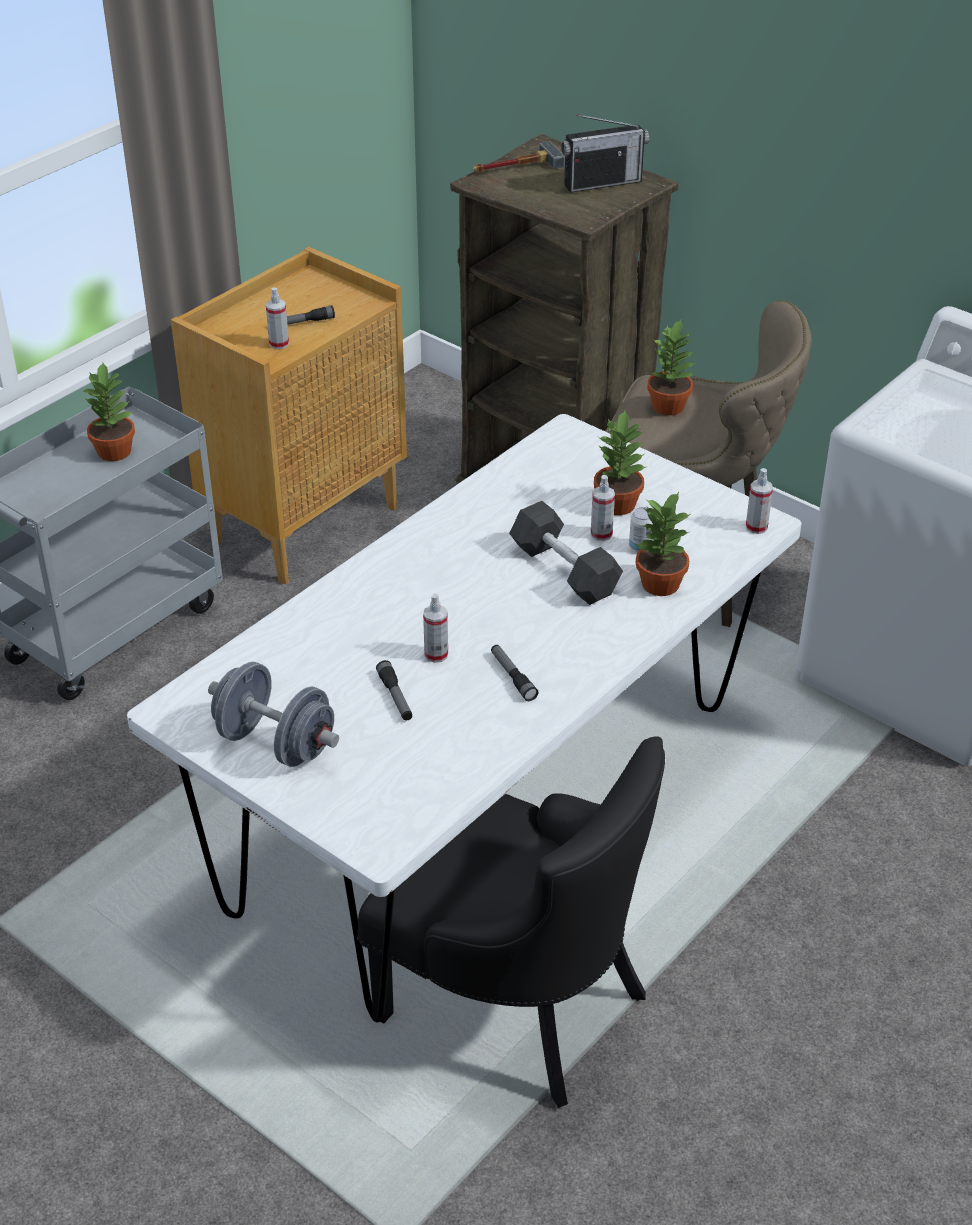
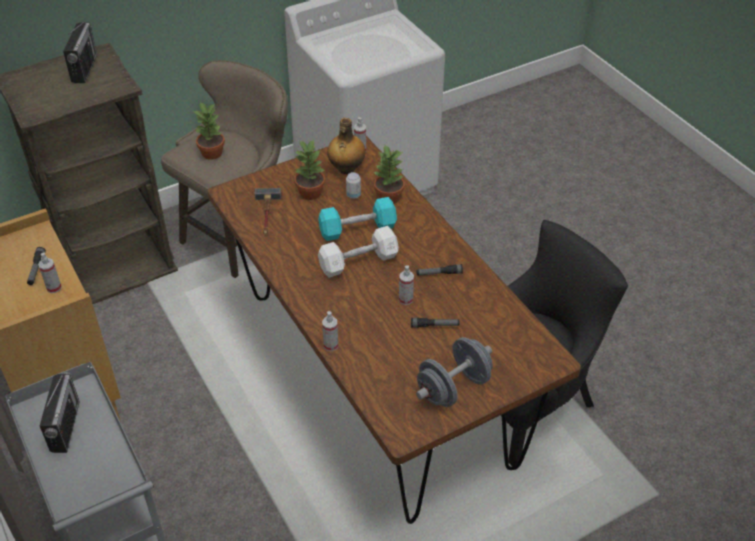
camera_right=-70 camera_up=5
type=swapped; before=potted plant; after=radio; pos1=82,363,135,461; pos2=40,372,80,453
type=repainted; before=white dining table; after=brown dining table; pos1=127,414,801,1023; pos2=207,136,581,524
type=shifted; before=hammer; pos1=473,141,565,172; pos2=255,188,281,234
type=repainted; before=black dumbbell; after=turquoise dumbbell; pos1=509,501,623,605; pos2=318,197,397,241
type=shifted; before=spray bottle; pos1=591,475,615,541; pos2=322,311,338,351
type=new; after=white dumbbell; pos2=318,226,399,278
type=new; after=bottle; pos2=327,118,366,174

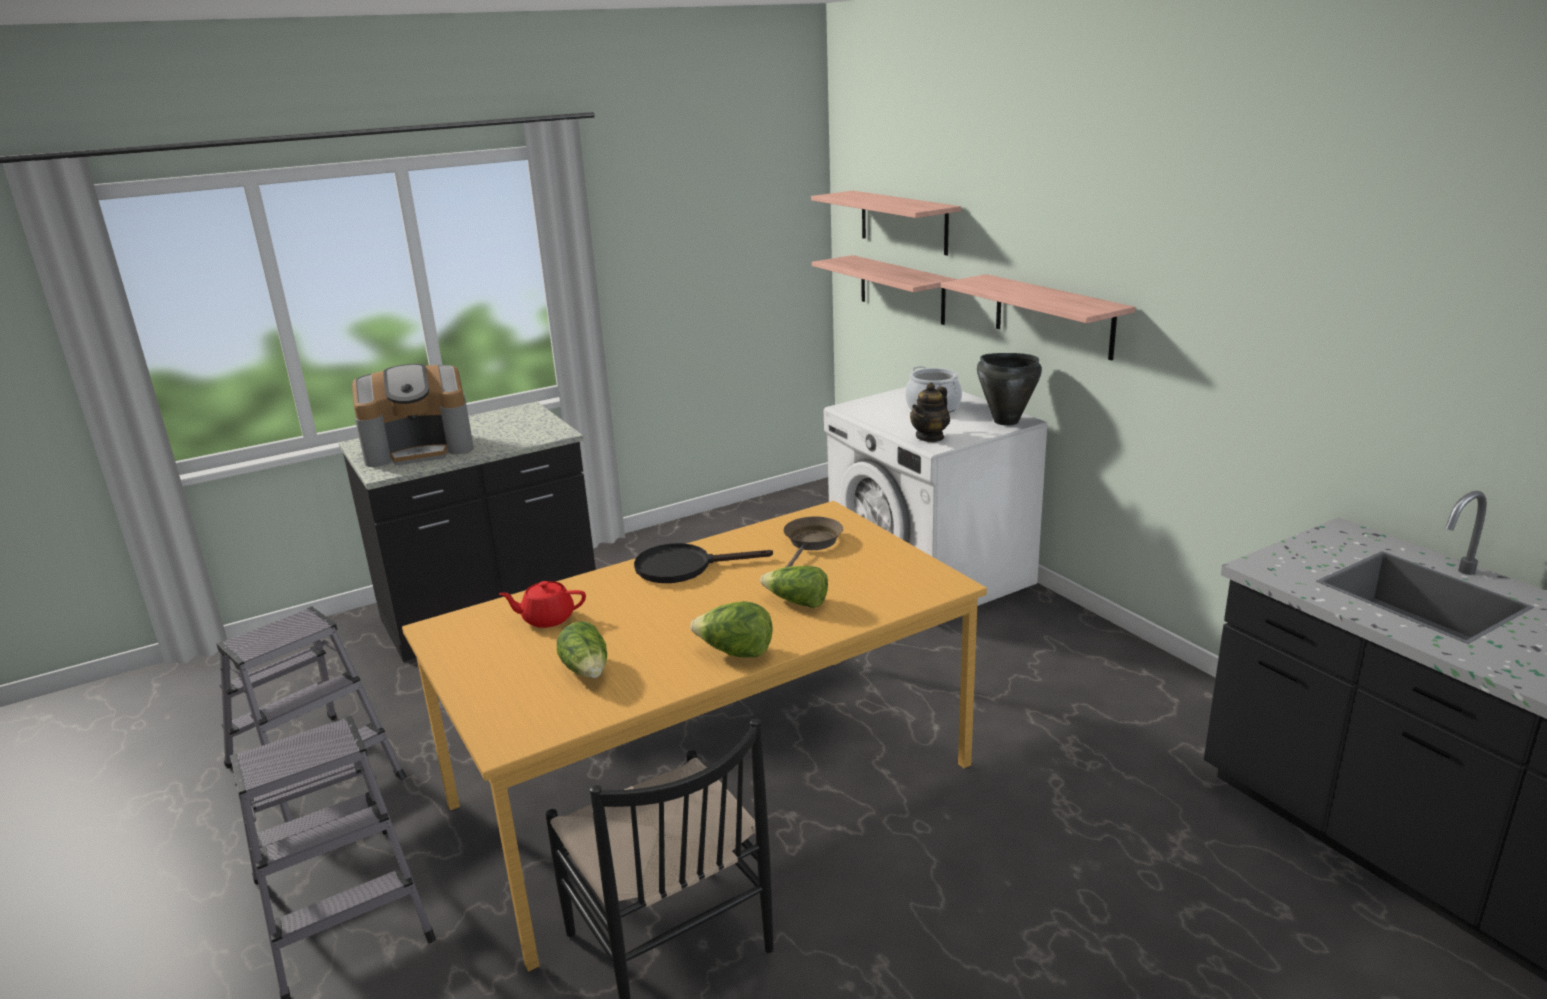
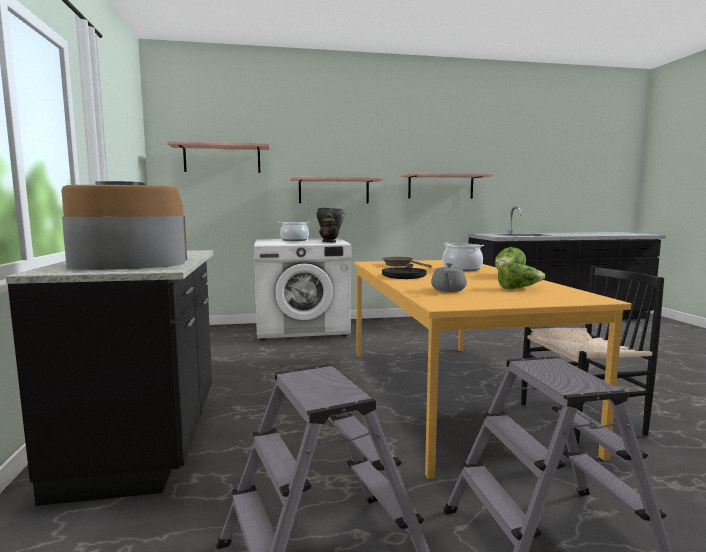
camera_right=-70 camera_up=-15
type=rotated; before=coffee machine; pos1=352,364,474,467; pos2=61,181,187,270; turn=-105
type=repainted; before=red teapot; after=grey teapot; pos1=499,581,586,628; pos2=431,263,467,292
type=swapped; before=lettuce; after=cooking pot; pos1=760,566,828,608; pos2=442,243,484,272
type=shifted; before=shelf; pos1=812,255,957,325; pos2=400,173,493,199

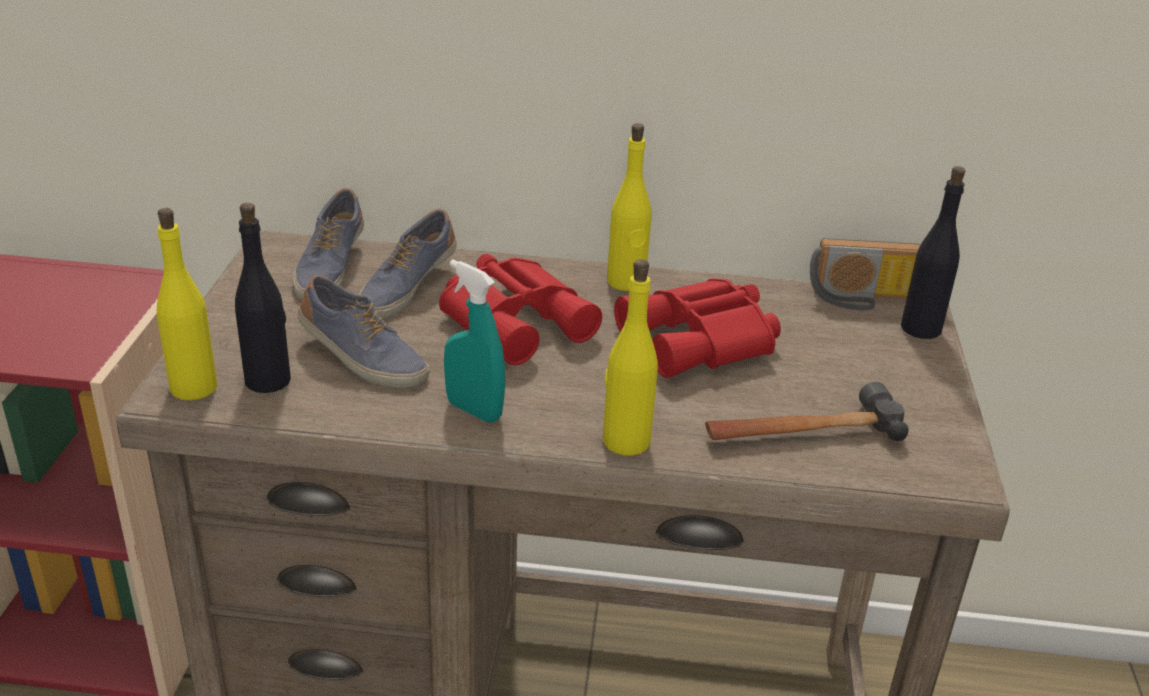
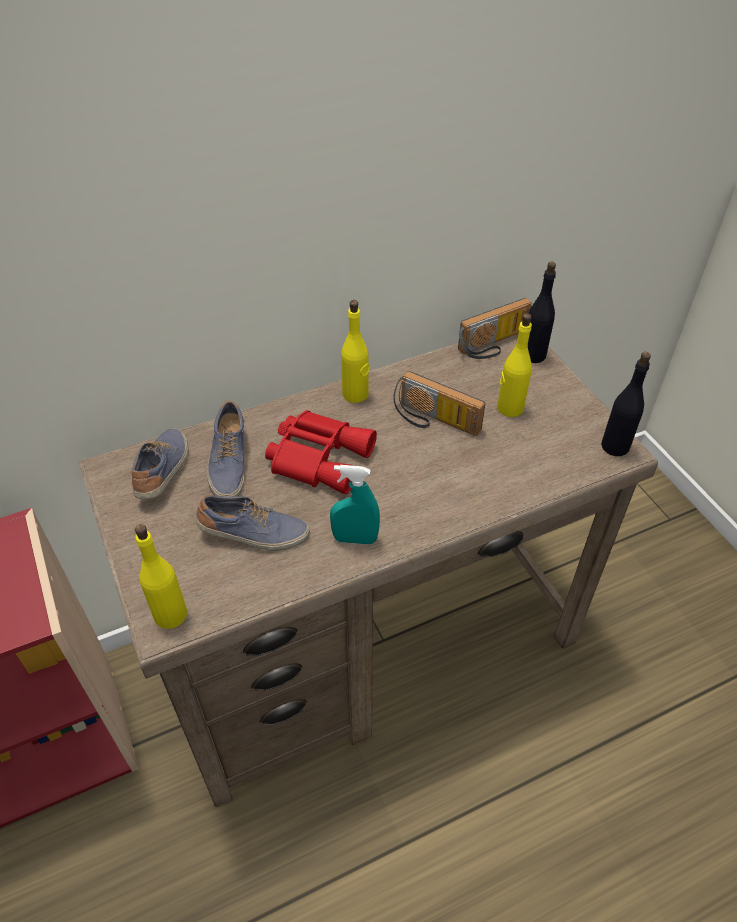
camera_right=-30 camera_up=15
type=shifted; before=black bottle; pos1=235,203,291,393; pos2=601,352,651,456
type=rotated; before=shoe; pos1=293,188,364,299; pos2=131,428,189,499; turn=-150
type=shifted; before=yellow bottle; pos1=603,259,658,455; pos2=497,313,532,417
type=swapped; before=red binoculars; after=radio; pos1=614,278,781,378; pos2=393,371,485,436
type=gone; before=hammer; pos1=705,382,908,441

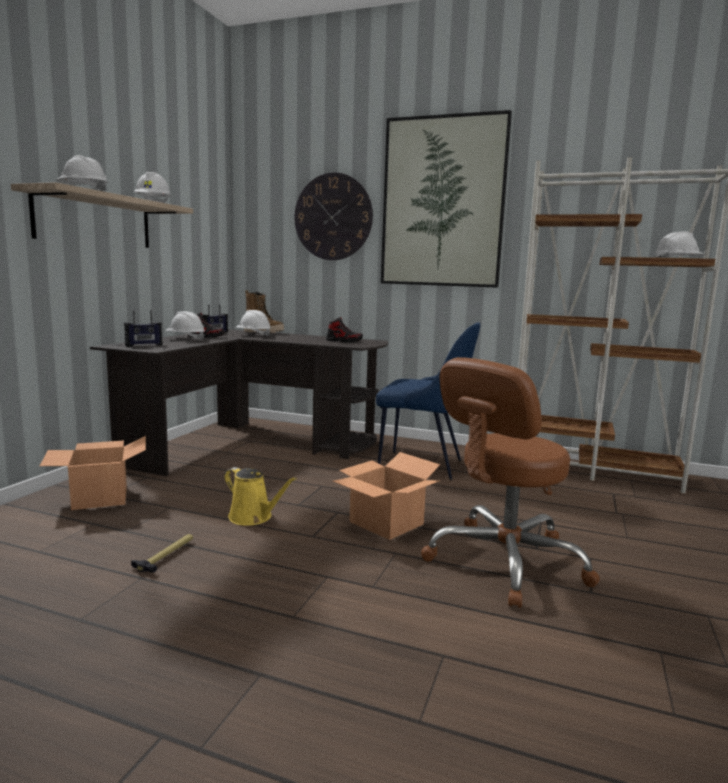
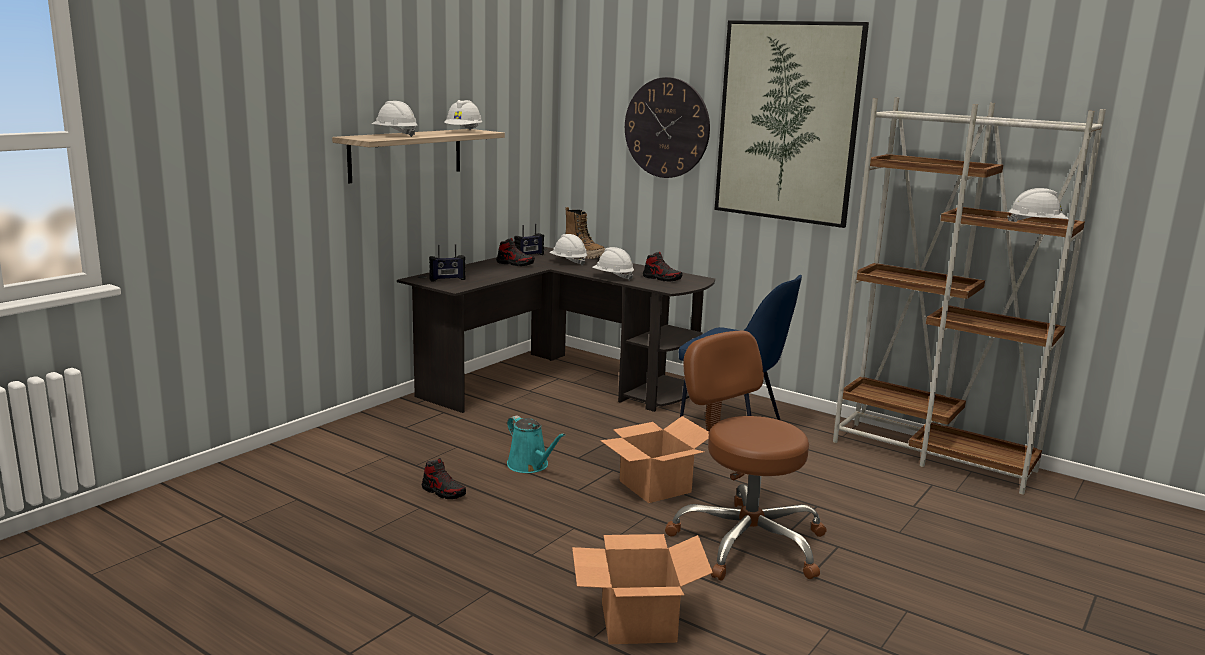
camera_right=15 camera_up=5
type=shifted; before=cardboard box; pos1=40,436,146,510; pos2=572,534,713,644
type=swapped; before=hammer; after=shoe; pos1=131,534,193,573; pos2=422,458,466,499
type=shifted; before=white hard hat; pos1=165,311,205,340; pos2=592,247,634,281
type=repainted; before=yellow watering can; after=turquoise watering can; pos1=224,467,297,526; pos2=507,415,565,473
type=rotated; before=brown office chair; pos1=421,357,600,608; pos2=665,330,827,581; turn=75

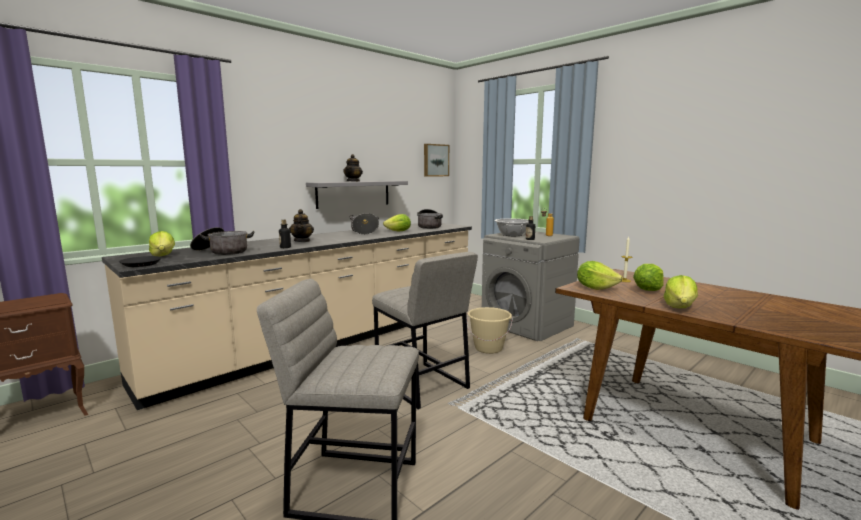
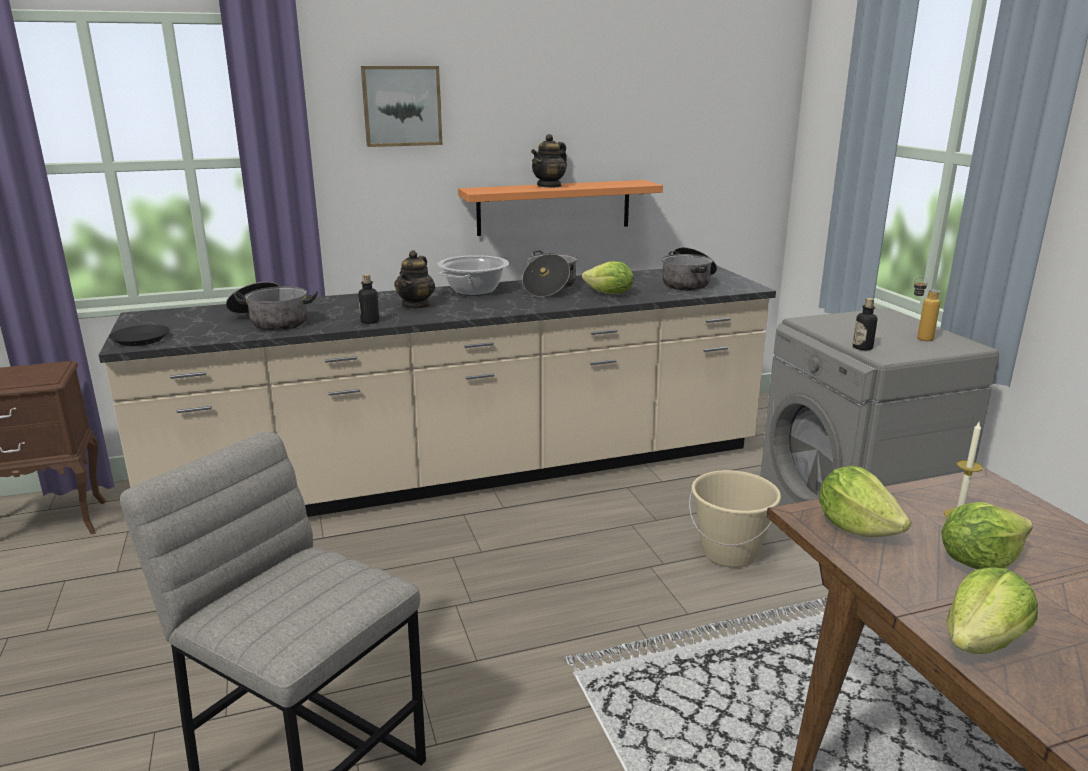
camera_right=25 camera_up=10
type=gone; before=lettuce; pos1=149,231,175,257
type=repainted; before=grey shelf; after=orange shelf; pos1=306,181,408,209; pos2=458,180,663,236
type=gone; before=grey chair; pos1=372,252,478,409
type=shifted; before=picture; pos1=424,144,449,177; pos2=361,66,442,147
type=shifted; before=cooking pot; pos1=494,219,529,236; pos2=438,255,509,296

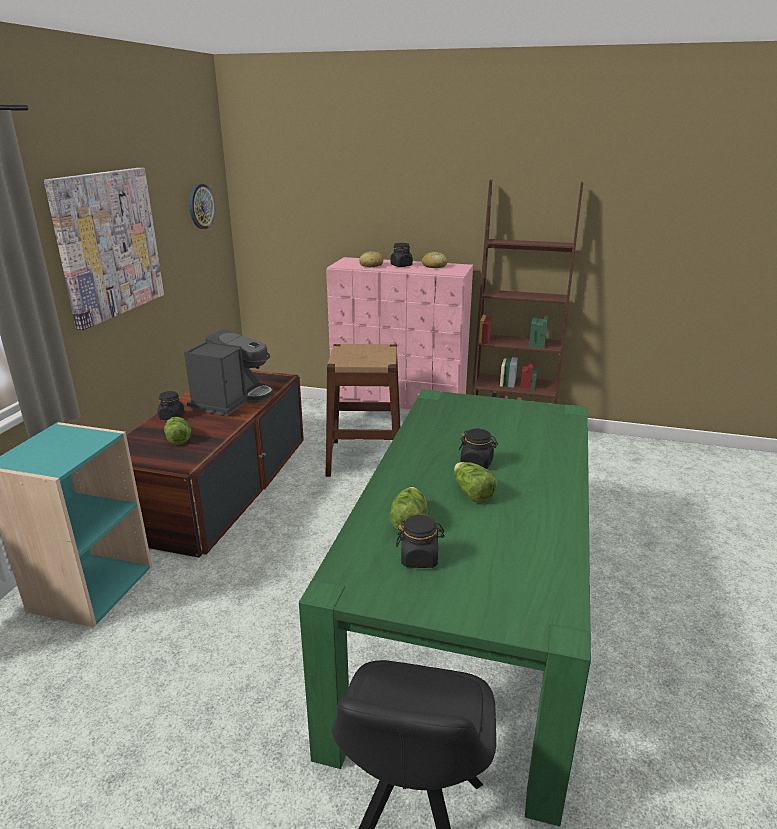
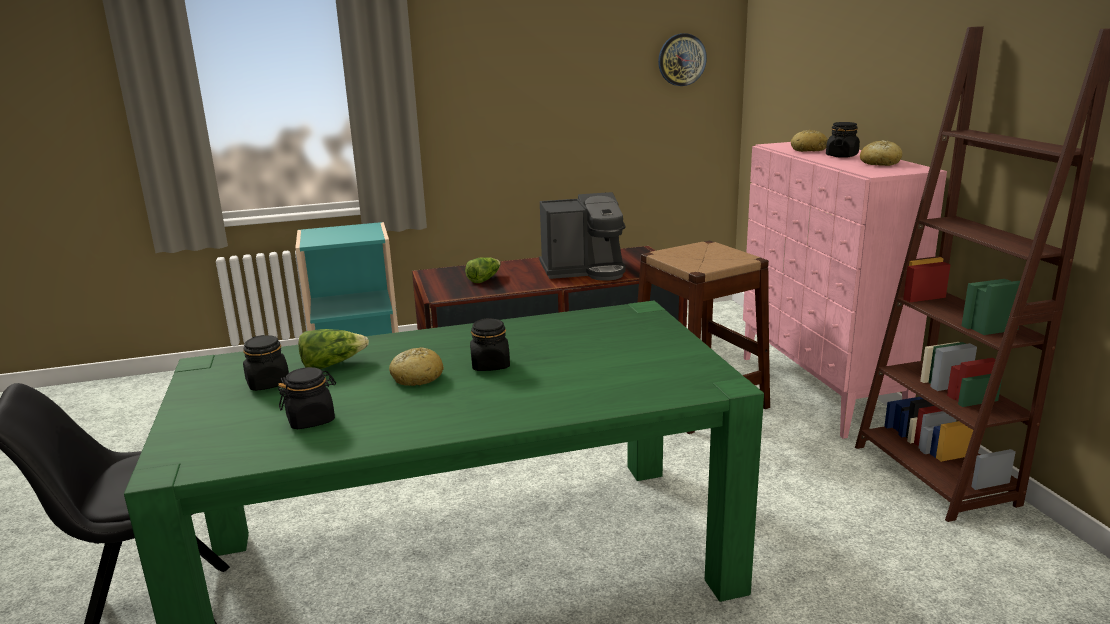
camera_right=60 camera_up=-5
type=gone; before=picture; pos1=44,168,164,330
type=shifted; before=black jar; pos1=158,391,185,420; pos2=278,367,336,429
type=swapped; before=lettuce; after=bread; pos1=454,462,497,502; pos2=389,348,444,386

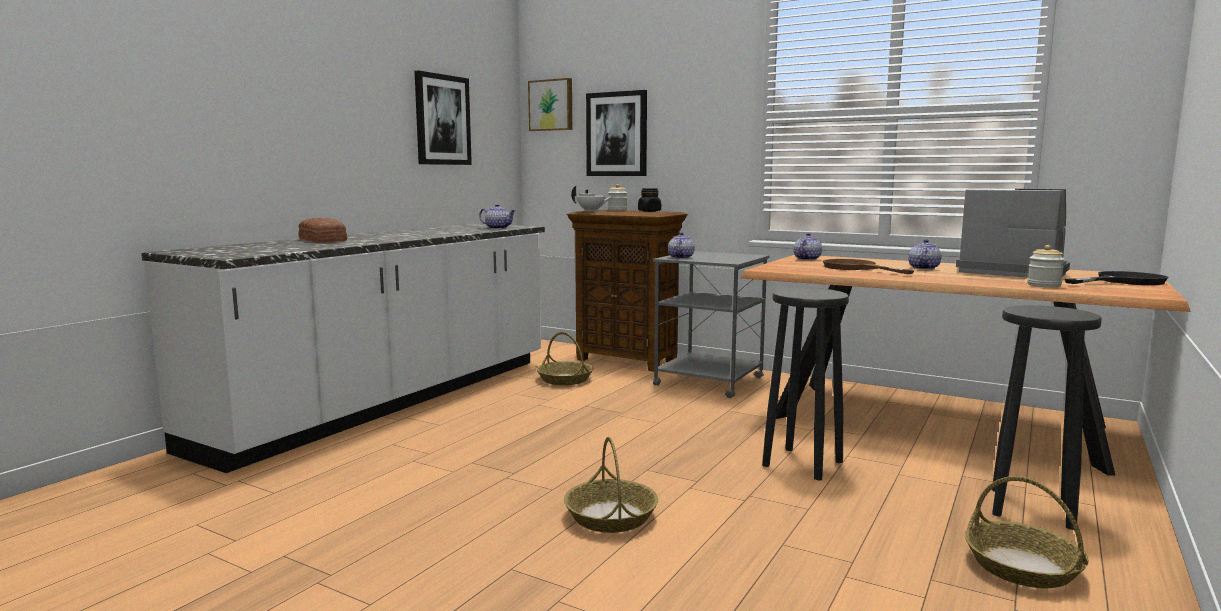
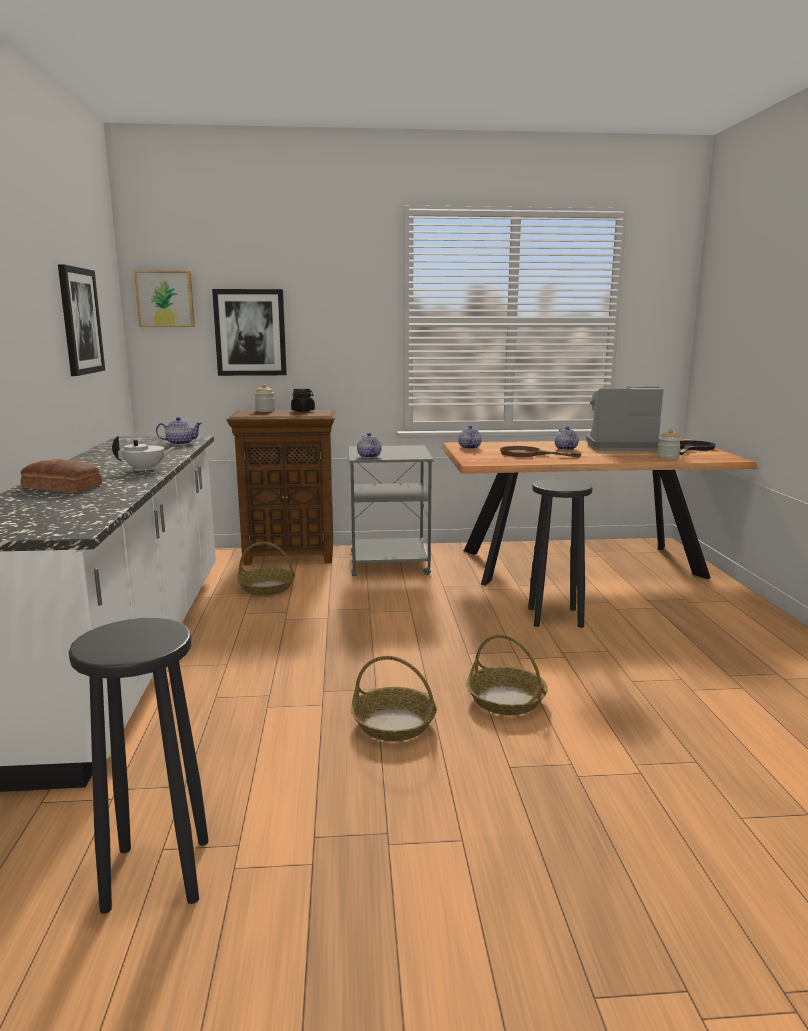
camera_right=-35 camera_up=5
type=shifted; before=white teapot; pos1=571,186,613,212; pos2=112,436,175,472
type=shifted; before=basket; pos1=965,476,1089,588; pos2=351,656,437,741
type=shifted; before=black stool; pos1=992,305,1102,530; pos2=69,618,209,914

